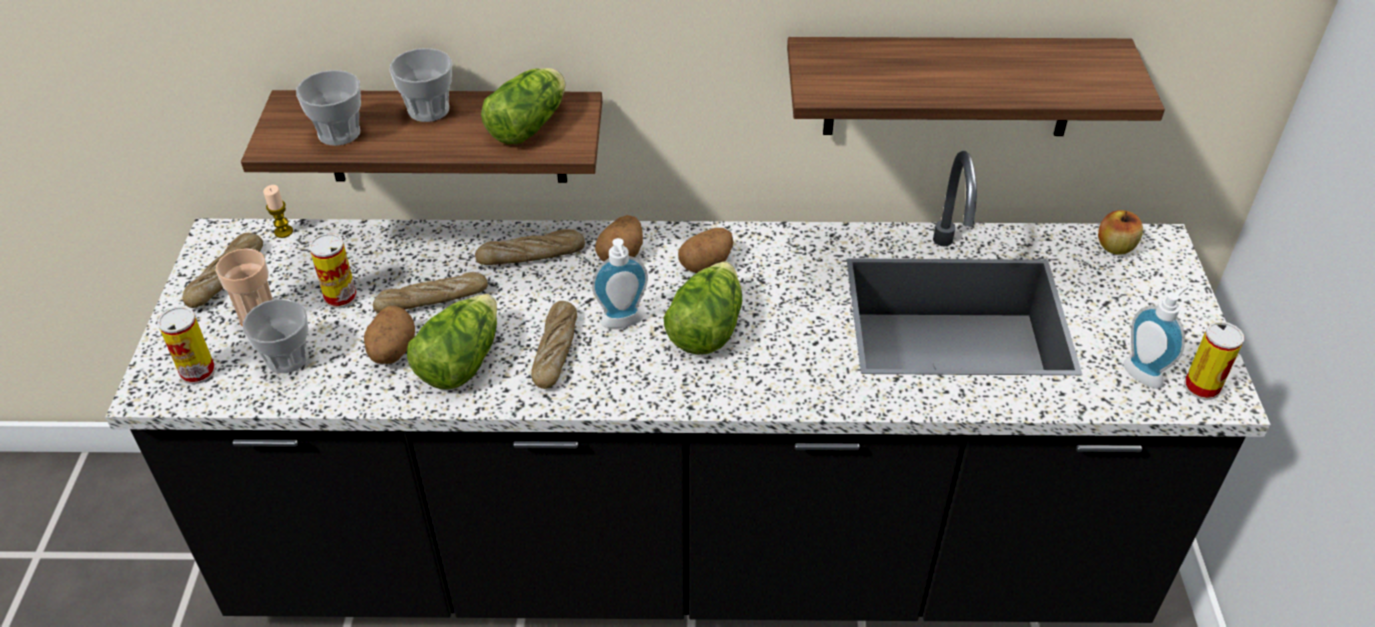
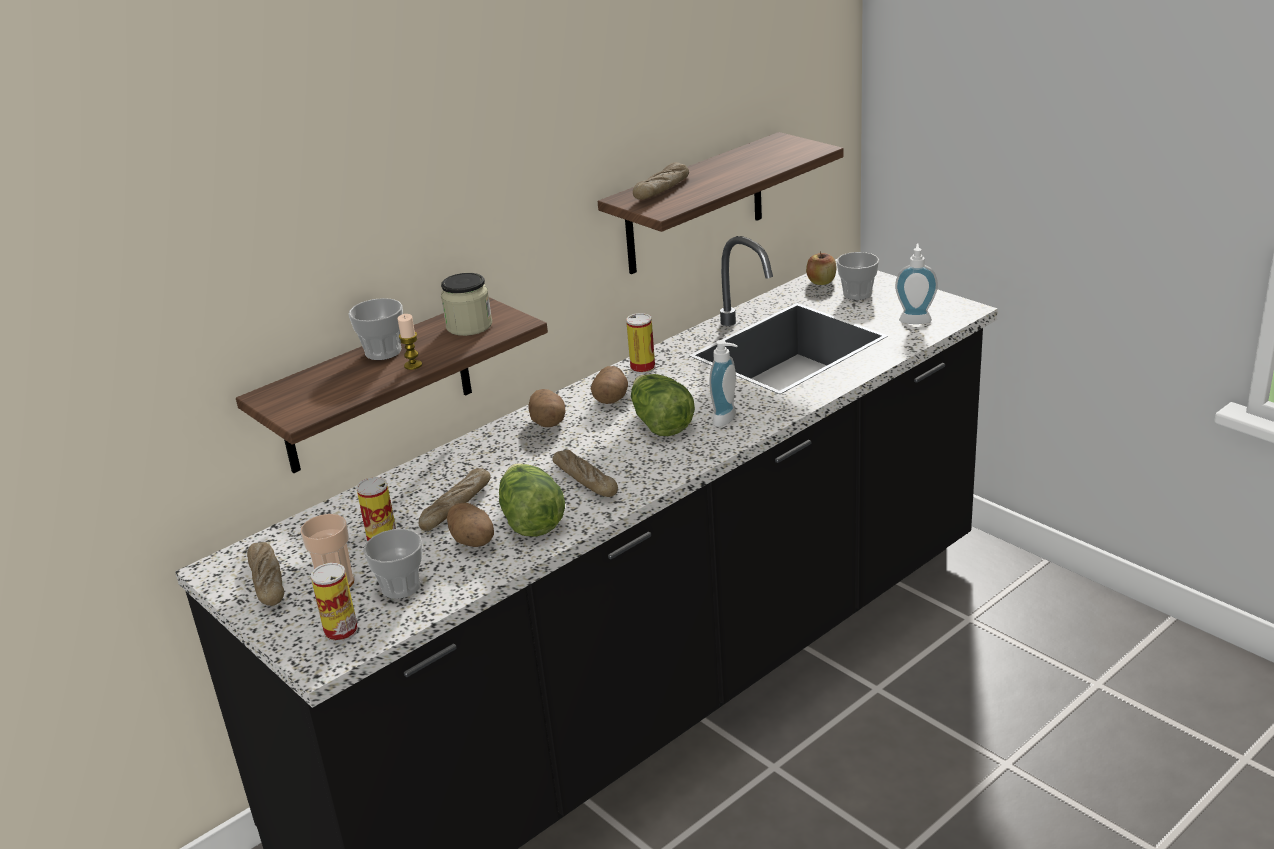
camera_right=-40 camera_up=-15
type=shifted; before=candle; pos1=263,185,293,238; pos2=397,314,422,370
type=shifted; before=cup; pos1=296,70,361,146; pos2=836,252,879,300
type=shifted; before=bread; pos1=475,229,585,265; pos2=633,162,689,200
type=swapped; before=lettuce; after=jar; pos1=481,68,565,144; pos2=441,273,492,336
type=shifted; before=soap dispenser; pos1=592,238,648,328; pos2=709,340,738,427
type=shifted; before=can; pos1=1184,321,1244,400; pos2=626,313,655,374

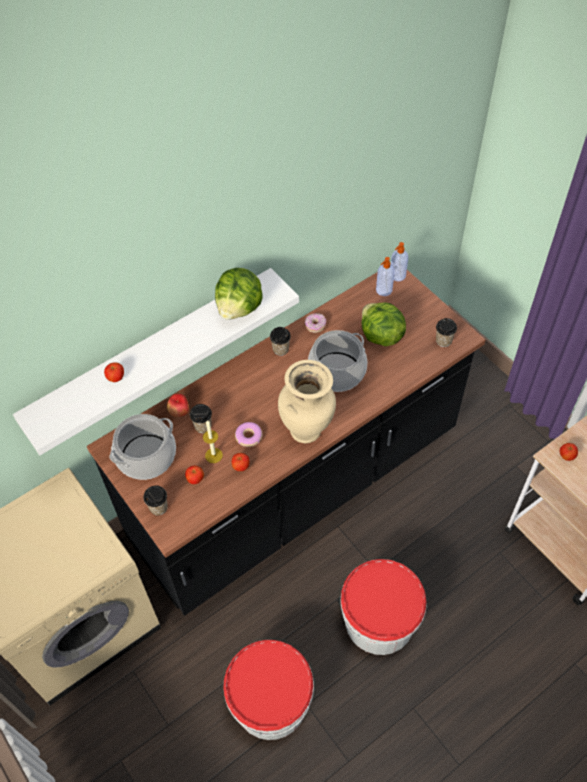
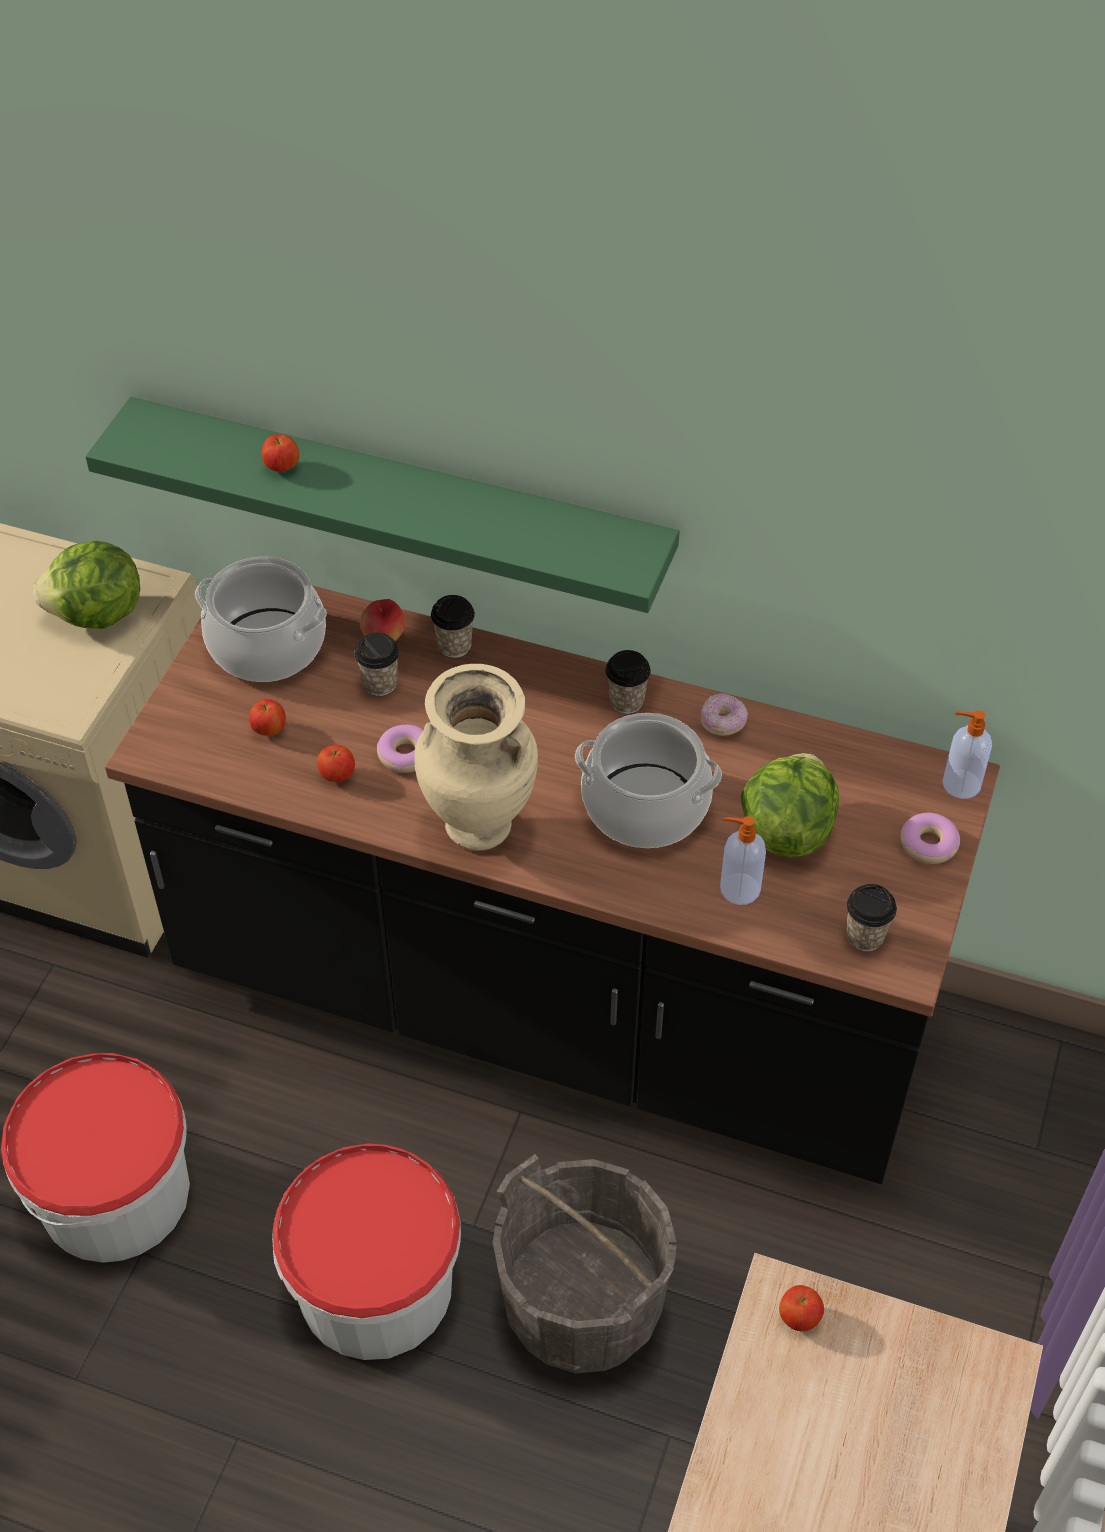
camera_right=55 camera_up=-5
type=repainted; before=white shelf; after=green shelf; pos1=13,268,299,455; pos2=85,397,679,613
type=shifted; before=cup; pos1=143,486,168,516; pos2=431,595,475,658
type=gone; before=candle; pos1=203,420,223,463
type=shifted; before=lettuce; pos1=215,268,263,320; pos2=33,541,140,629
type=shifted; before=soap dispenser; pos1=376,257,395,296; pos2=720,816,766,905
type=new; after=grey bucket; pos2=493,1154,677,1374
type=new; after=donut; pos2=901,813,960,864

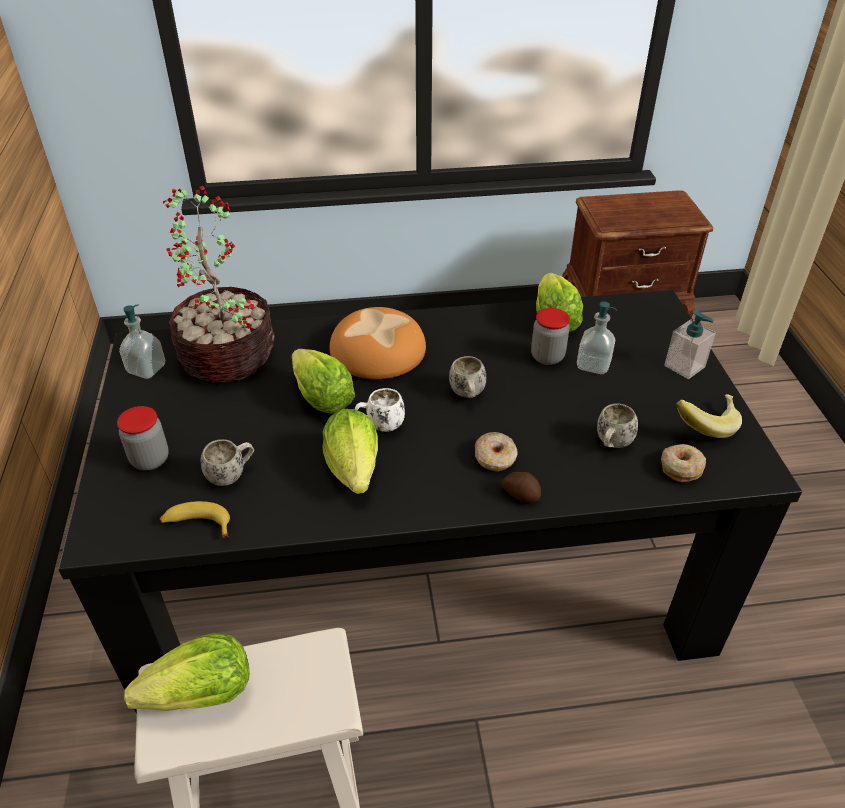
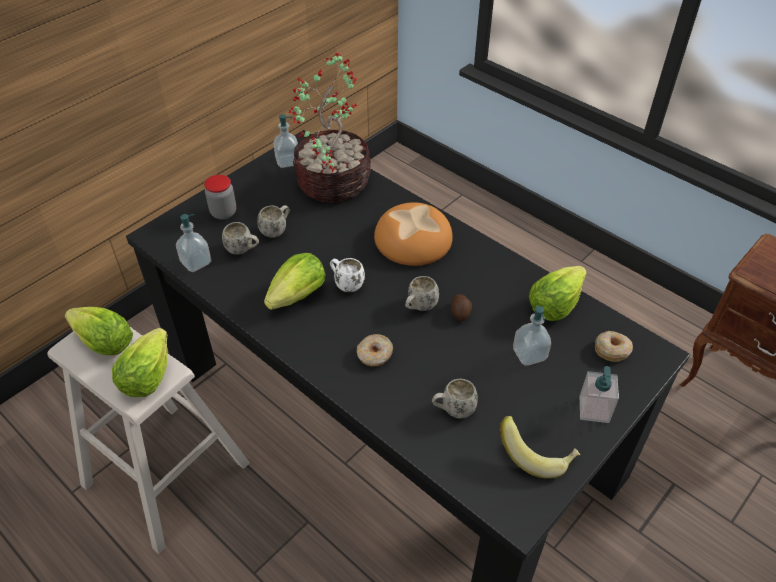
camera_right=50 camera_up=5
type=swapped; before=banana; after=soap dispenser; pos1=160,501,230,538; pos2=176,214,211,272
type=shifted; before=lettuce; pos1=292,349,355,414; pos2=112,328,168,397
type=shifted; before=potato; pos1=501,472,541,503; pos2=451,294,472,321
type=gone; before=jar; pos1=531,308,570,365
type=shifted; before=donut; pos1=661,444,706,482; pos2=595,331,633,362
type=new; after=white mug; pos2=257,205,290,238

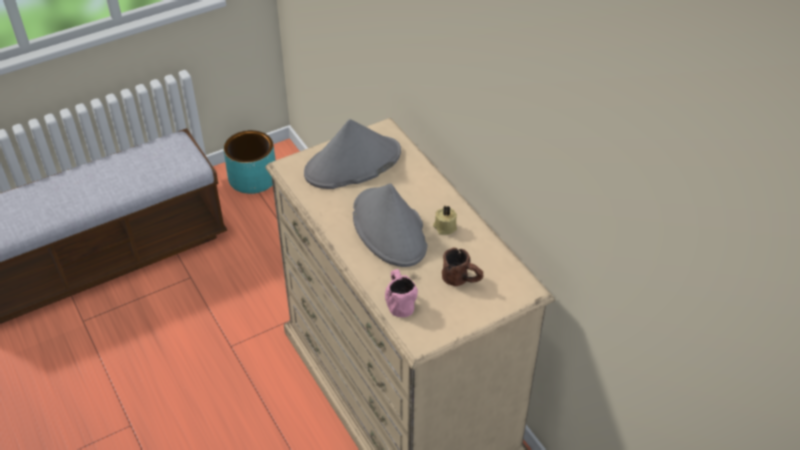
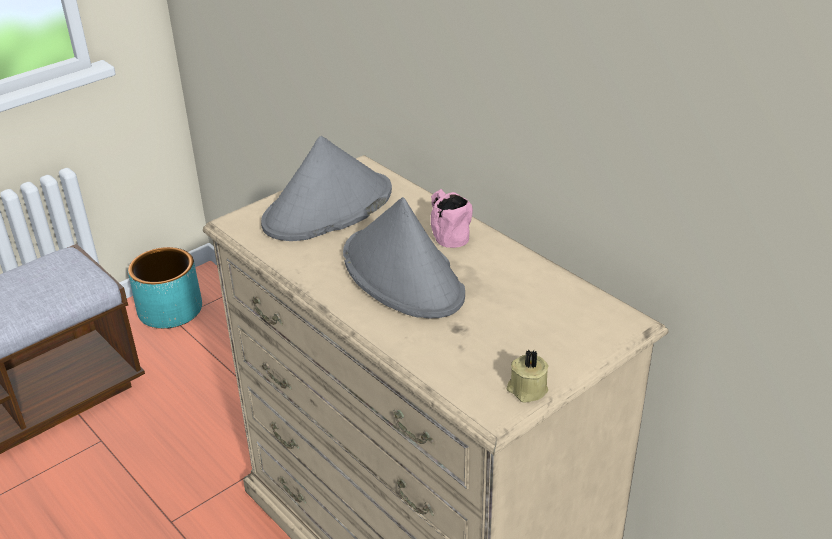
camera_right=-10 camera_up=-10
type=shifted; before=pink mug; pos1=385,269,418,317; pos2=431,189,473,248
type=shifted; before=beige candle; pos1=433,205,457,235; pos2=506,349,548,402
type=gone; before=brown mug; pos1=442,247,484,286

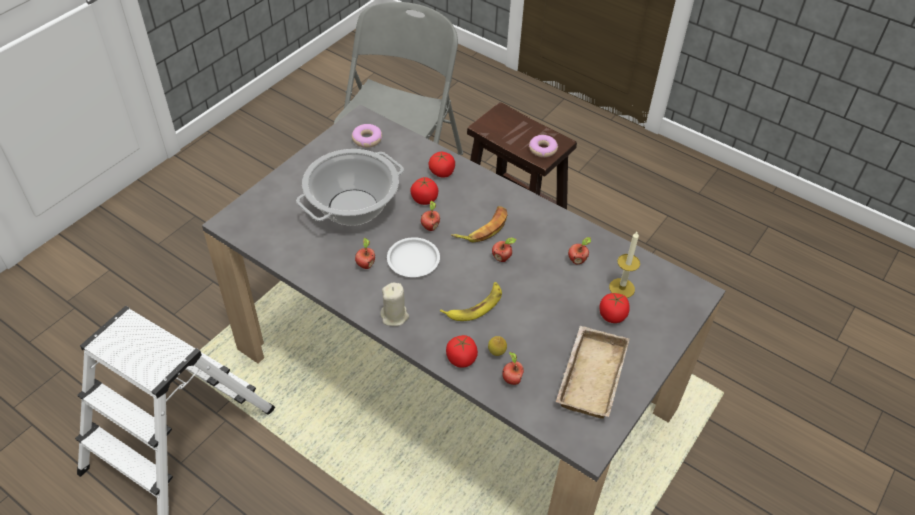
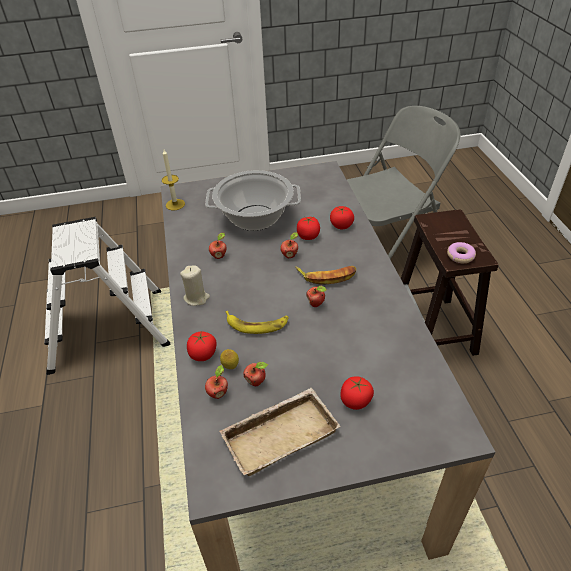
camera_right=45 camera_up=-5
type=gone; before=donut; pos1=352,124,382,148
type=gone; before=white plate; pos1=387,237,440,277
type=shifted; before=apple; pos1=568,237,591,264; pos2=243,362,268,386
type=shifted; before=candle; pos1=609,232,640,298; pos2=162,150,185,210

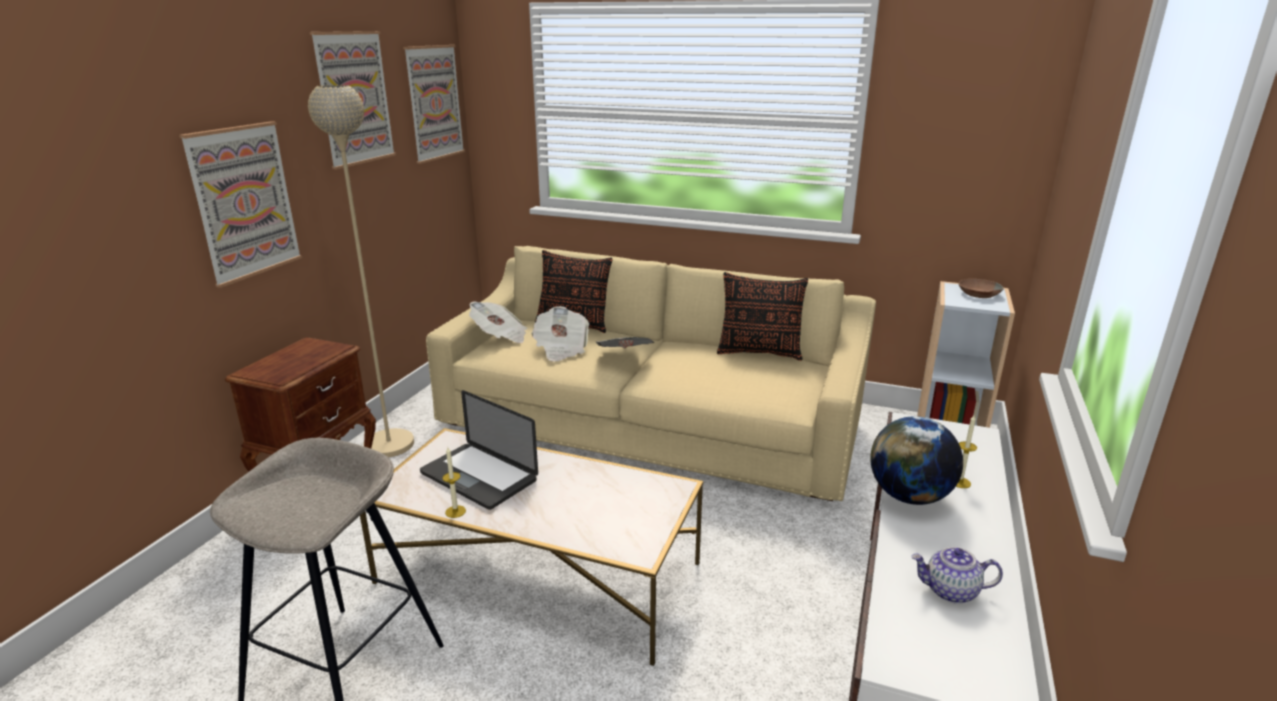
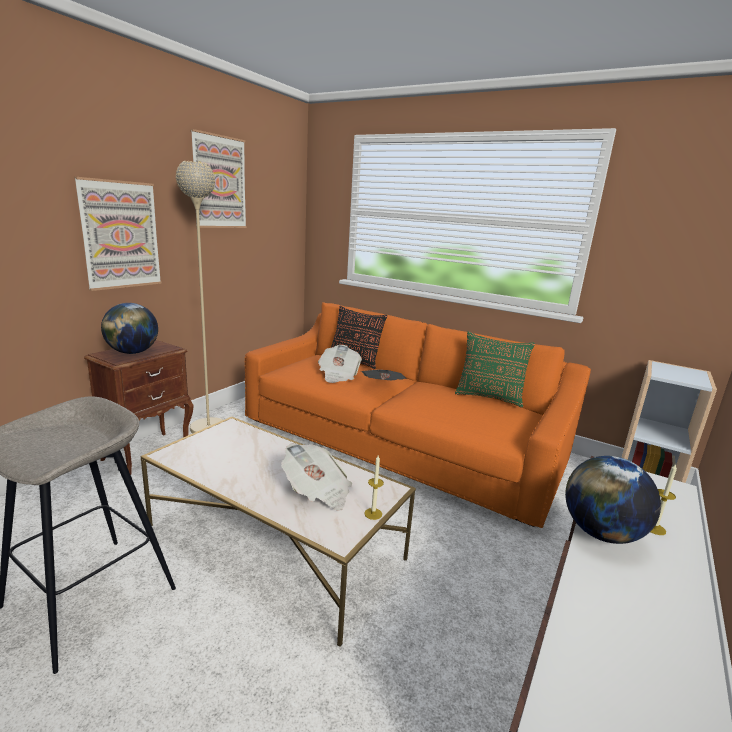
camera_right=10 camera_up=-5
type=gone; before=picture; pos1=403,45,465,164
type=gone; before=laptop; pos1=420,390,538,510
type=repainted; before=beige sofa; after=orange sofa; pos1=426,246,876,501; pos2=245,302,591,528
type=shifted; before=candle; pos1=442,447,466,518; pos2=364,455,384,520
type=shifted; before=newspaper; pos1=469,302,527,343; pos2=281,443,352,511
type=repainted; before=black pillow; after=green pillow; pos1=717,272,808,361; pos2=455,332,535,408
type=gone; before=teapot; pos1=911,547,1003,604
type=gone; before=brown bowl; pos1=959,279,1004,298
type=new; after=globe; pos2=101,303,158,354

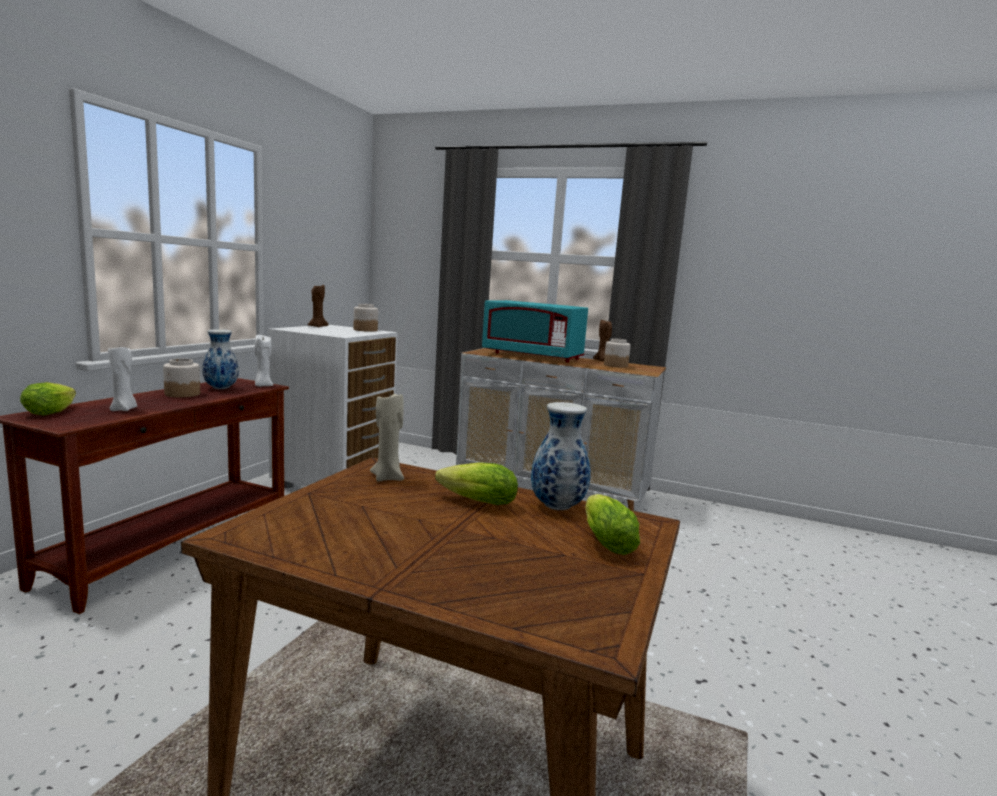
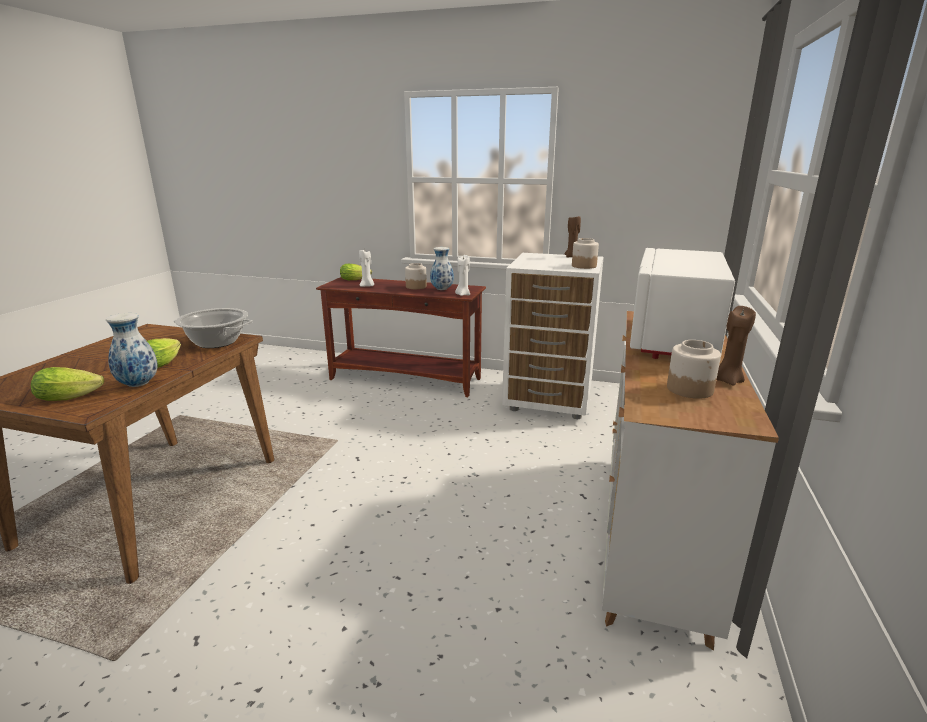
camera_right=85 camera_up=10
type=swapped; before=beige candle; after=cooking pot; pos1=370,394,404,482; pos2=173,308,253,348
type=repainted; before=turquoise microwave; after=white microwave; pos1=482,300,588,363; pos2=630,248,735,359

